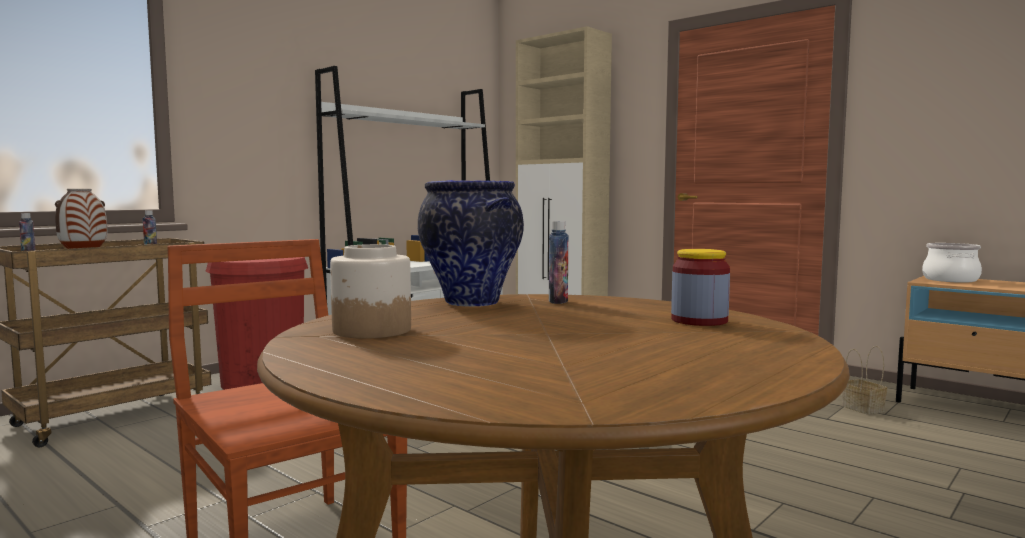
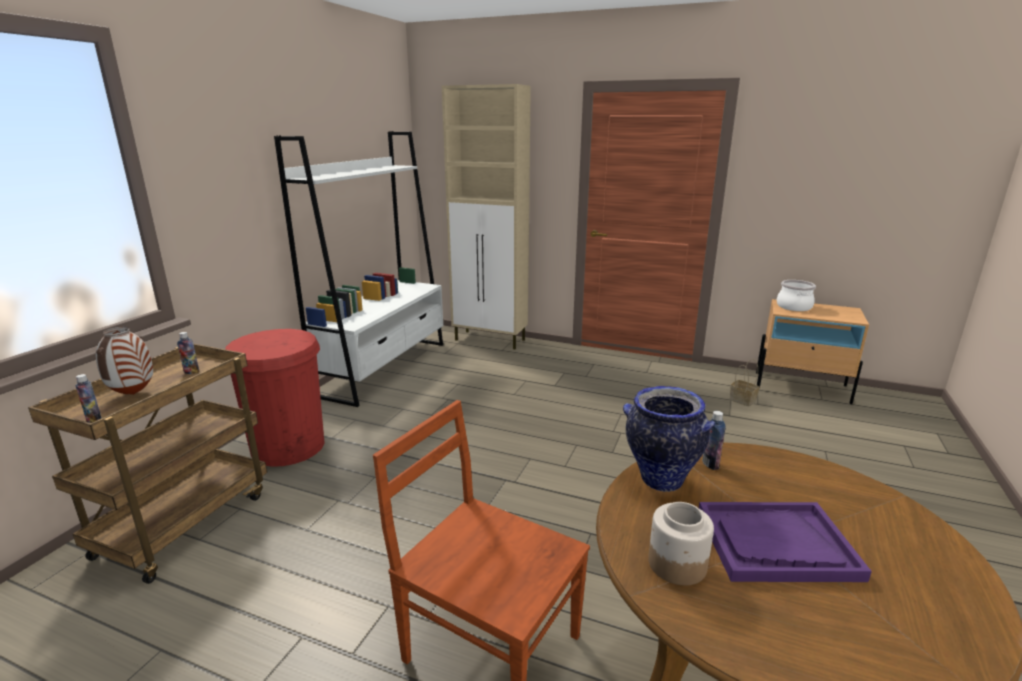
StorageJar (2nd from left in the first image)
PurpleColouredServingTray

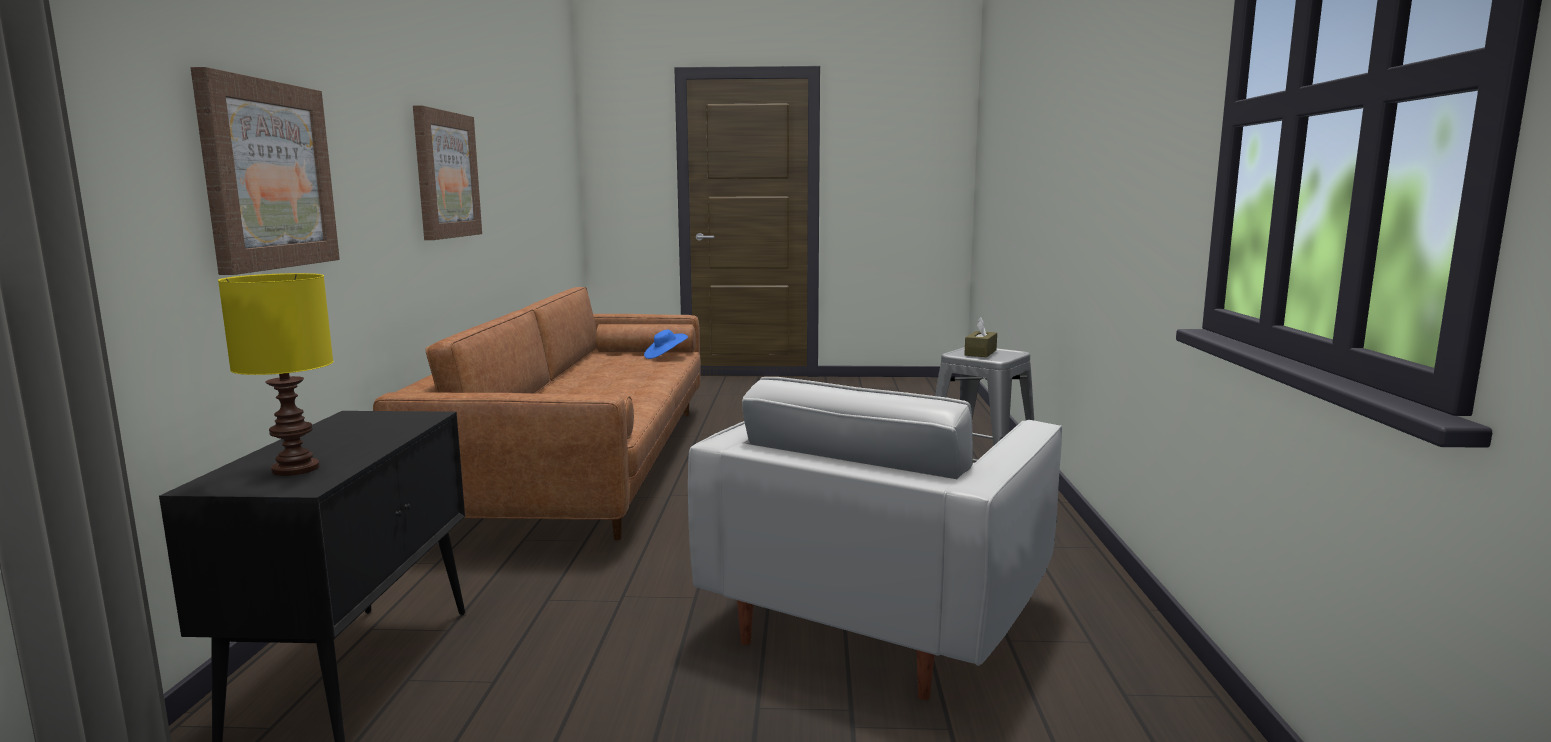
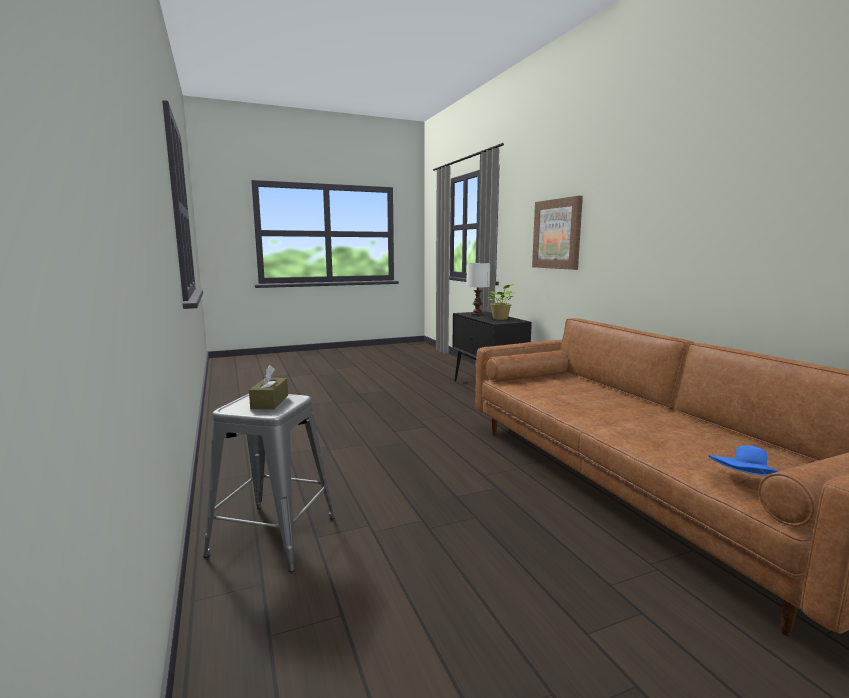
WallArt (2nd from left in the first image)
WhitishLampForATable
WhitishArmchair
PottedPlant

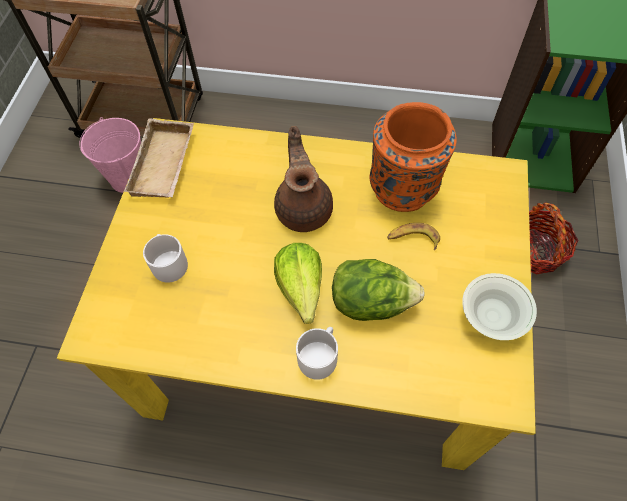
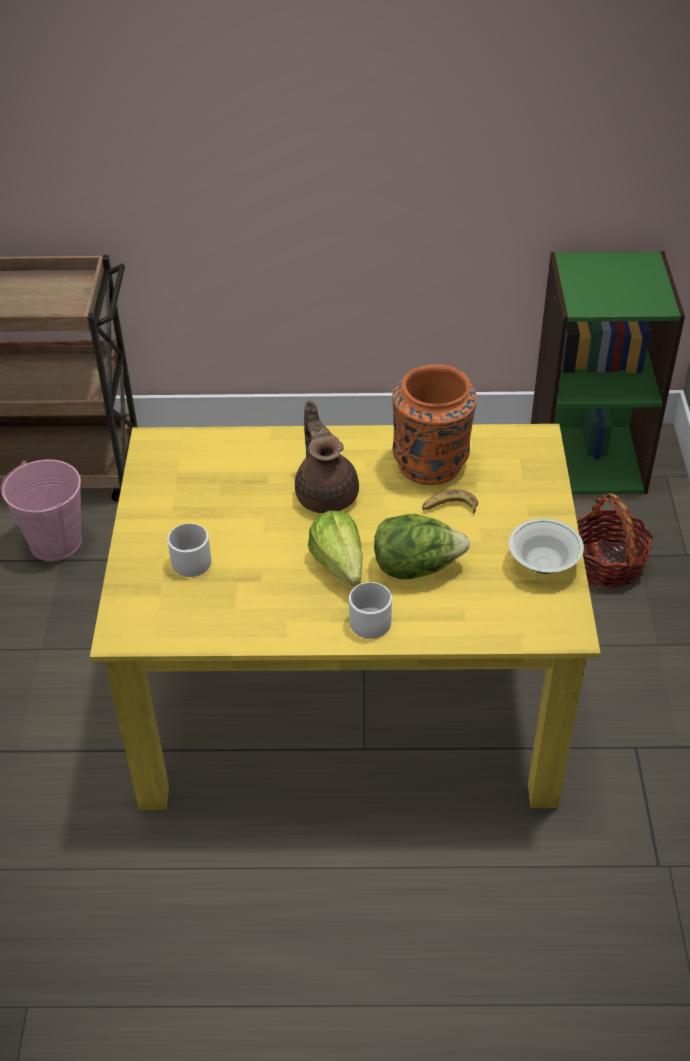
BeigeServingTray

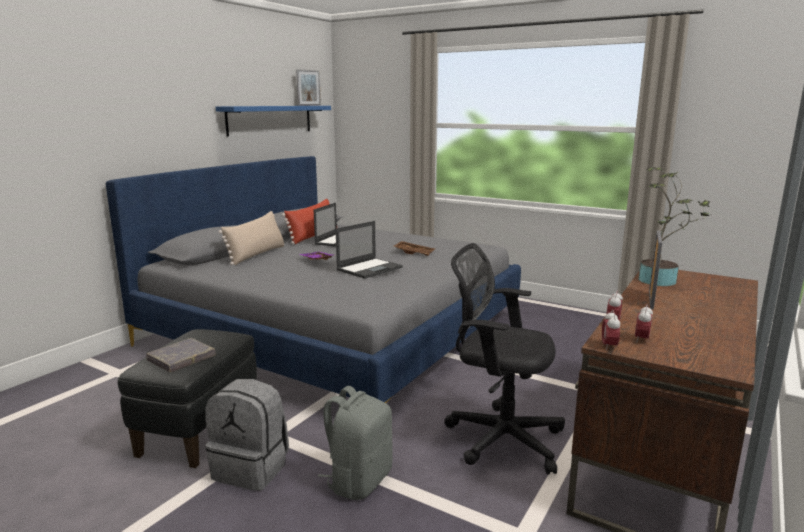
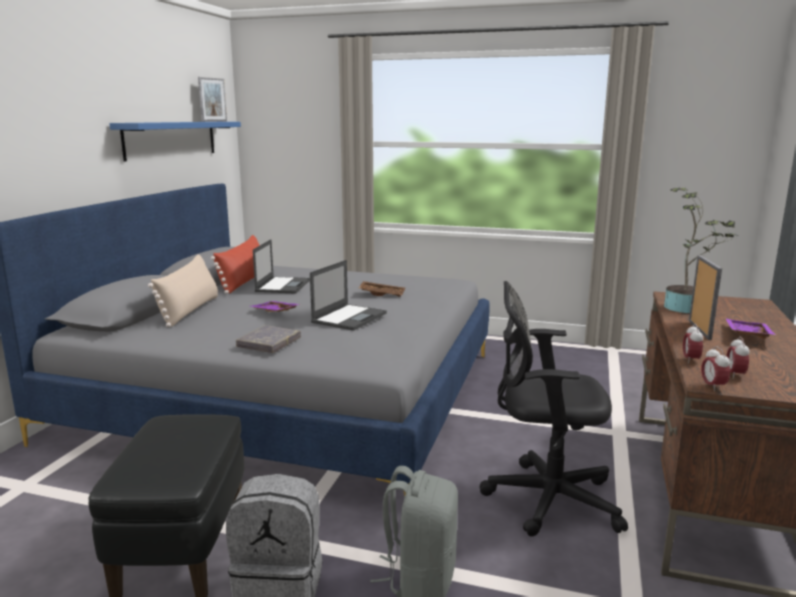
GreyishVolume
PurpleColouredServingTray (2nd from left)

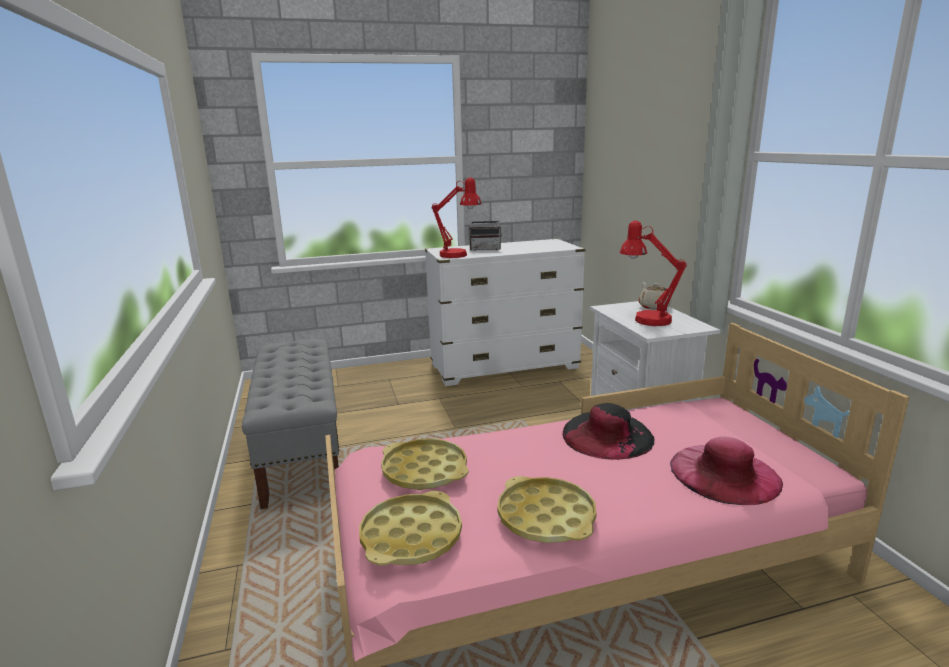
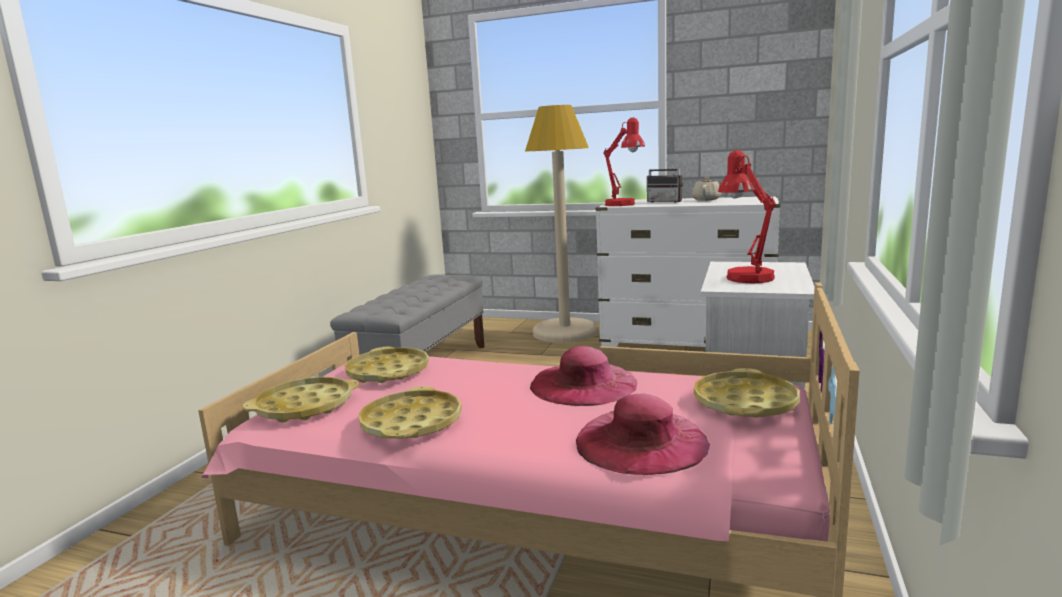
BeigeTeaPot
PinkishHat (1st from left)
BeigeStandardLamp
YellowServingTray (4th from left)

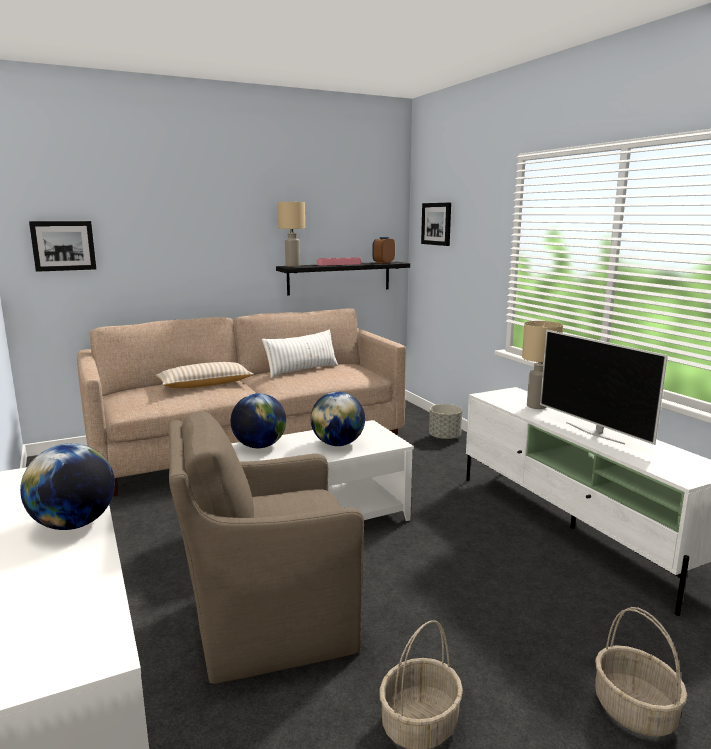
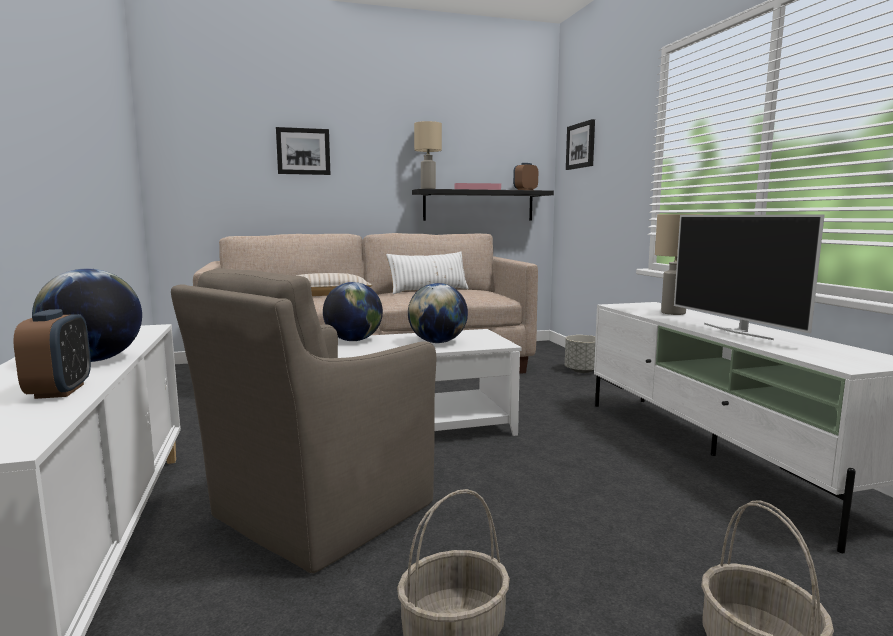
WallArt (1st from left)
BrownColouredArmchair
BedsideClock (1st from left)

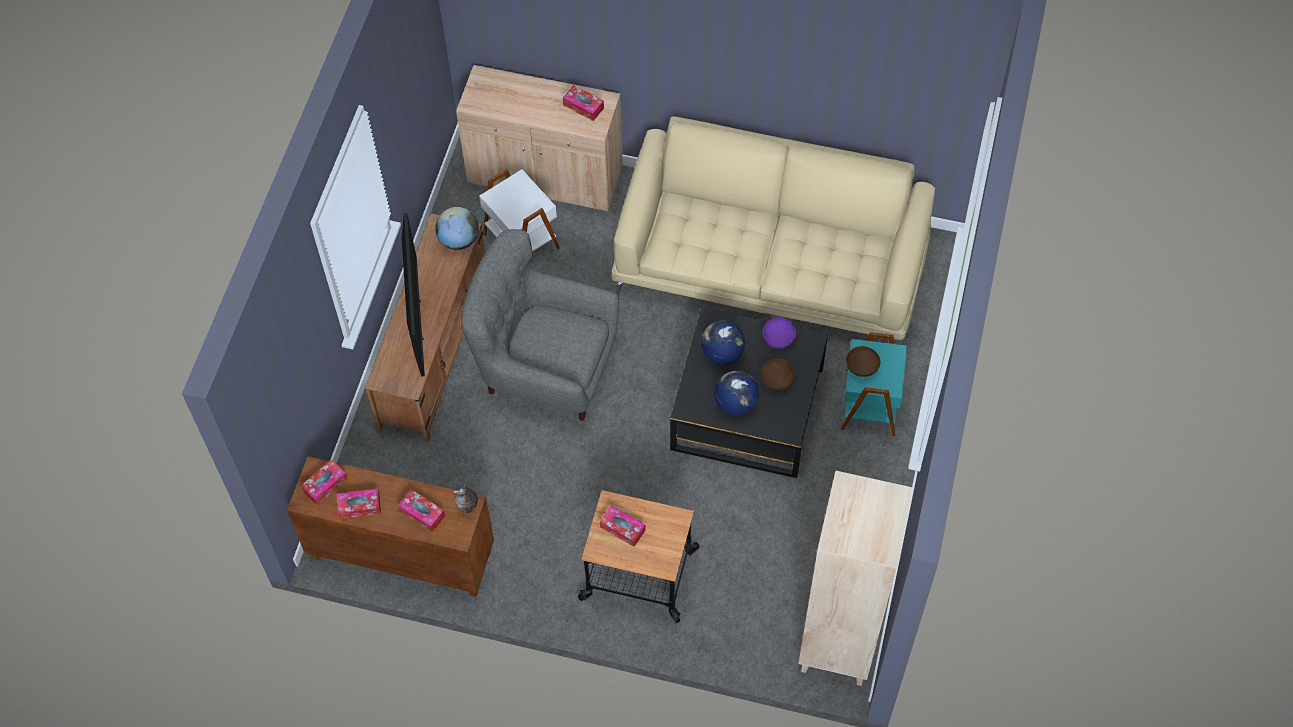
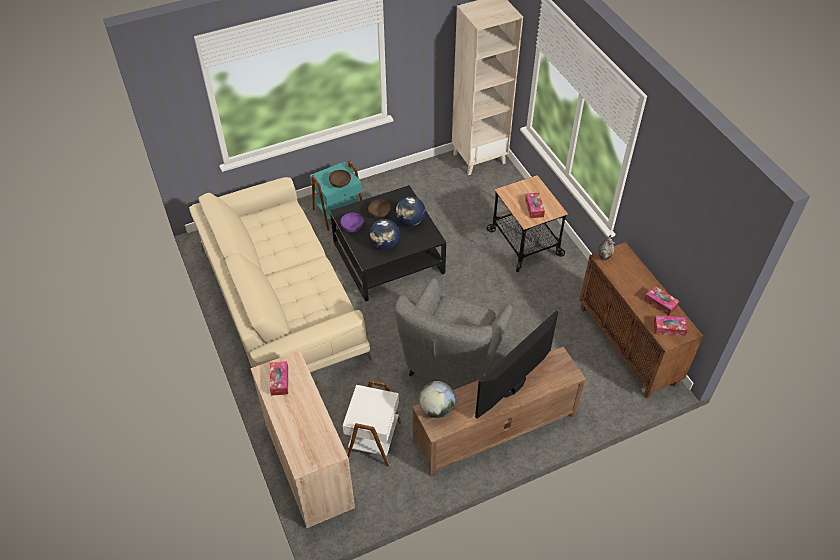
GreyishArmchair
TissueBox (3rd from left in the first image)

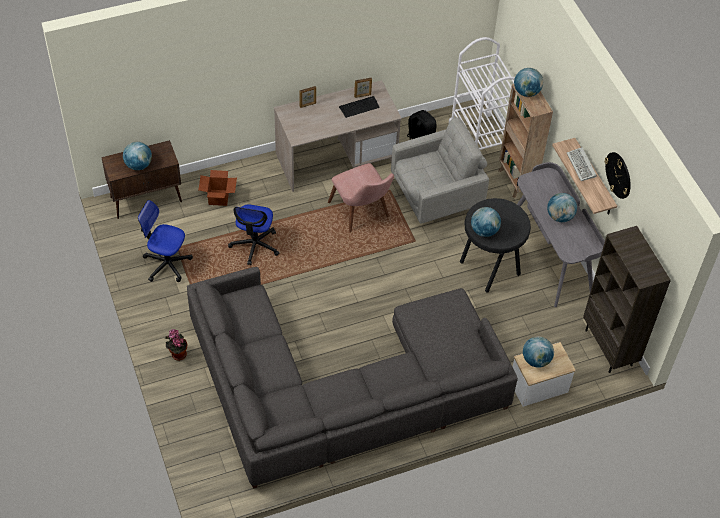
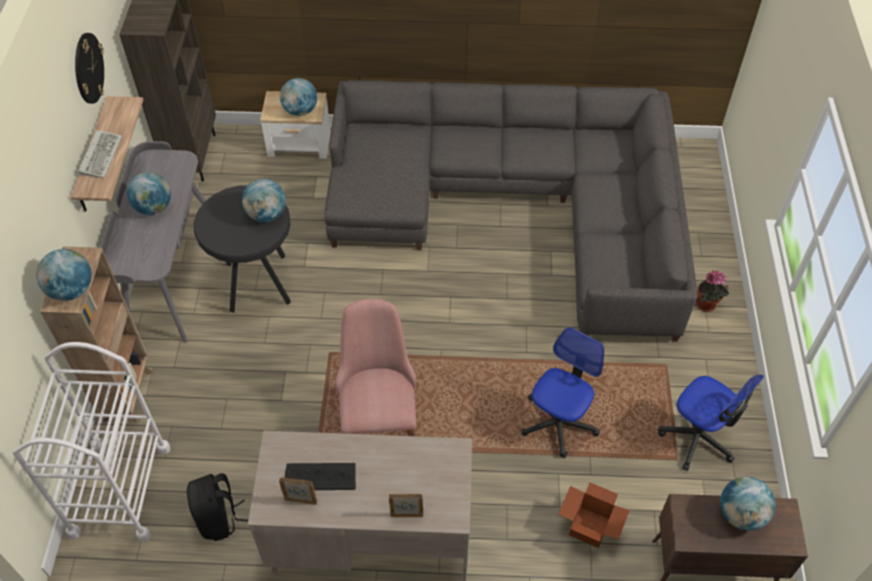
GreyishArmchair

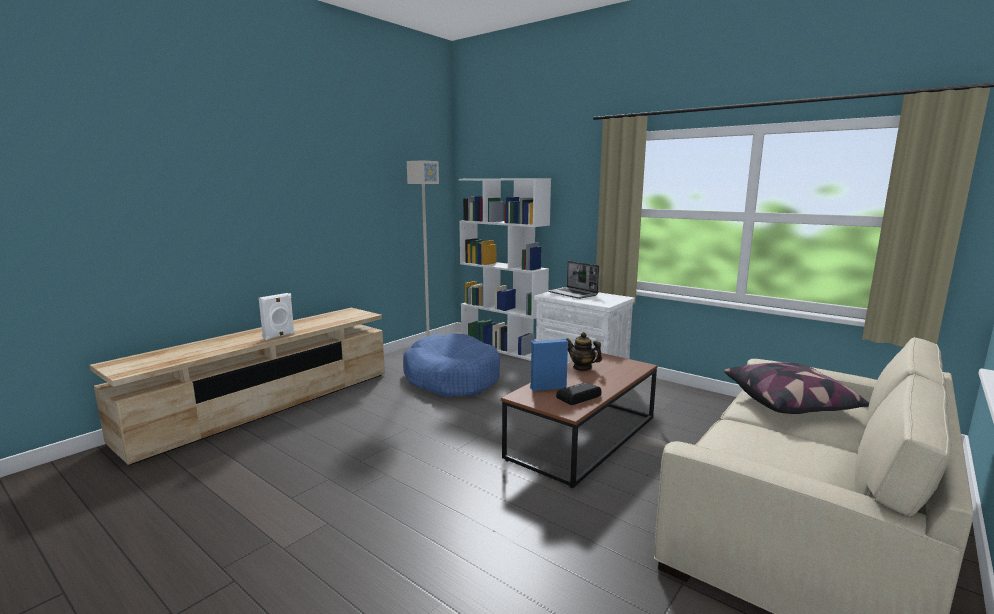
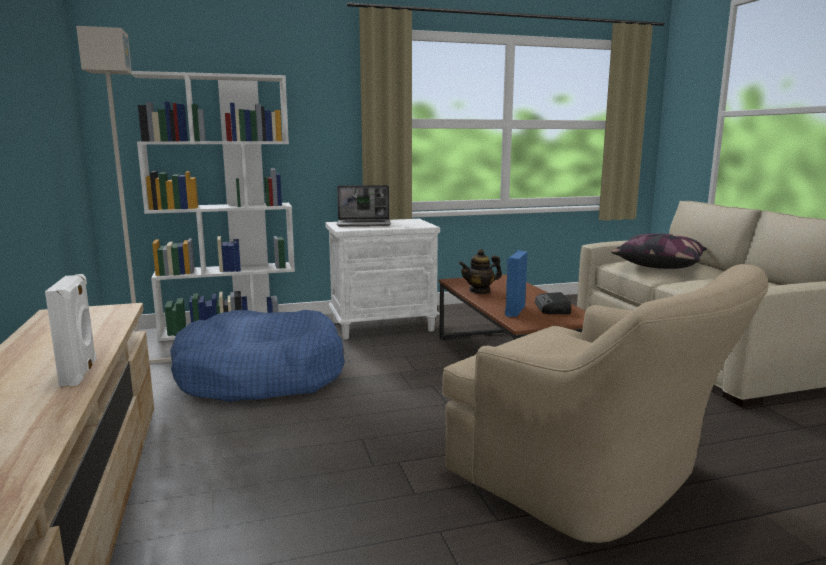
BeigeArmchair

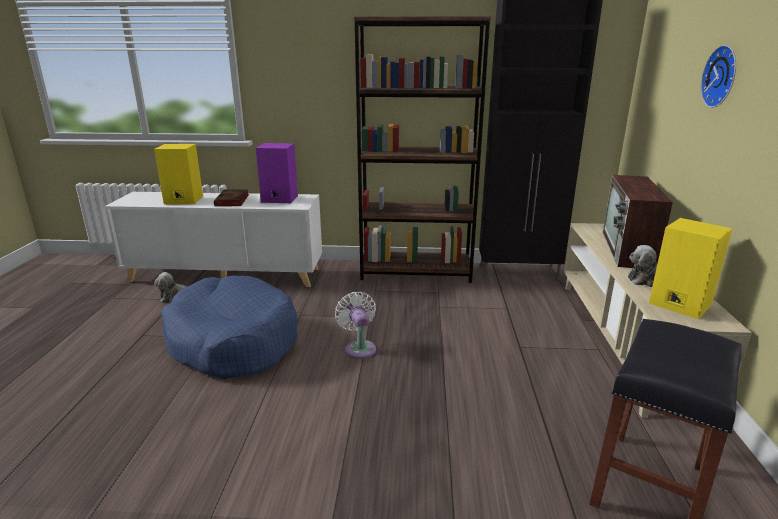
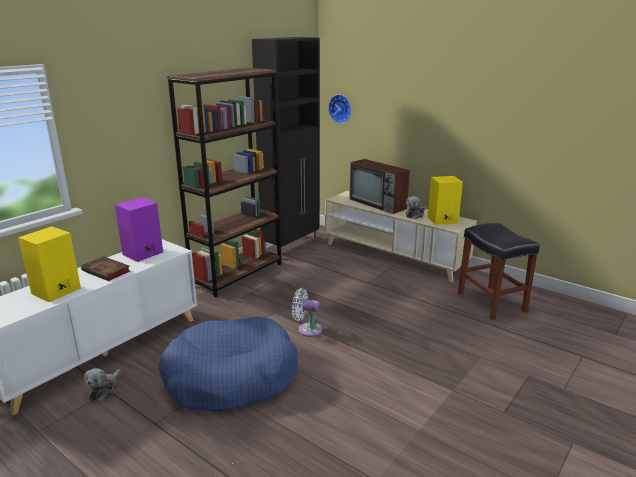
ClockOnTheWall

